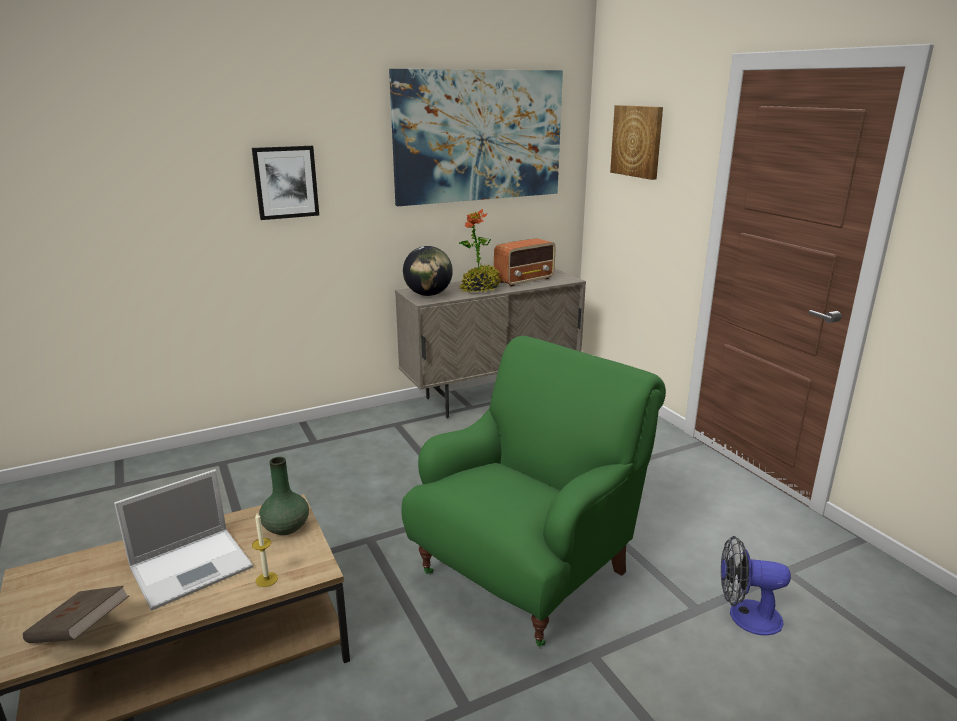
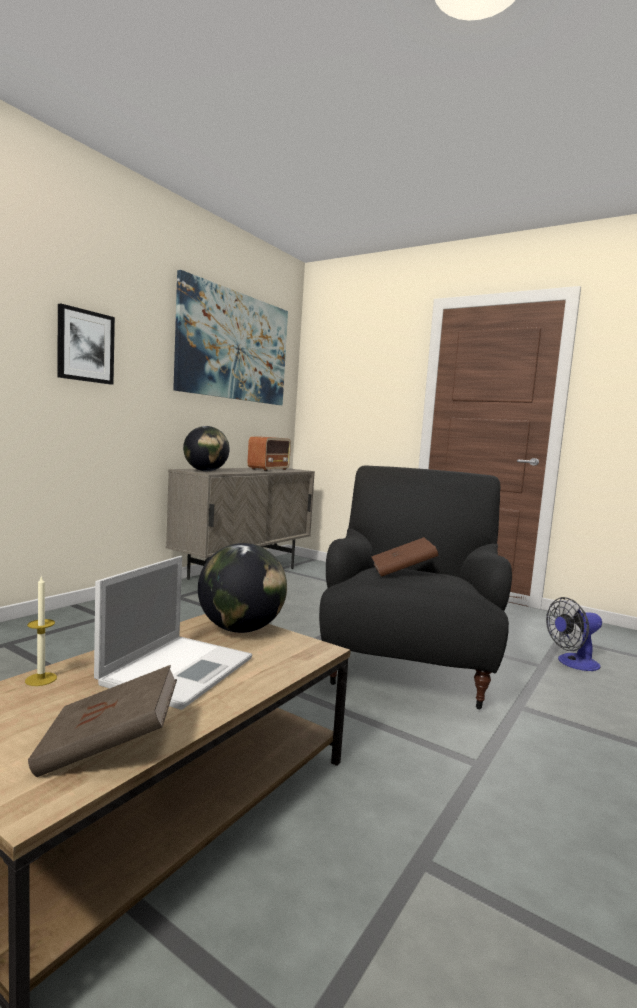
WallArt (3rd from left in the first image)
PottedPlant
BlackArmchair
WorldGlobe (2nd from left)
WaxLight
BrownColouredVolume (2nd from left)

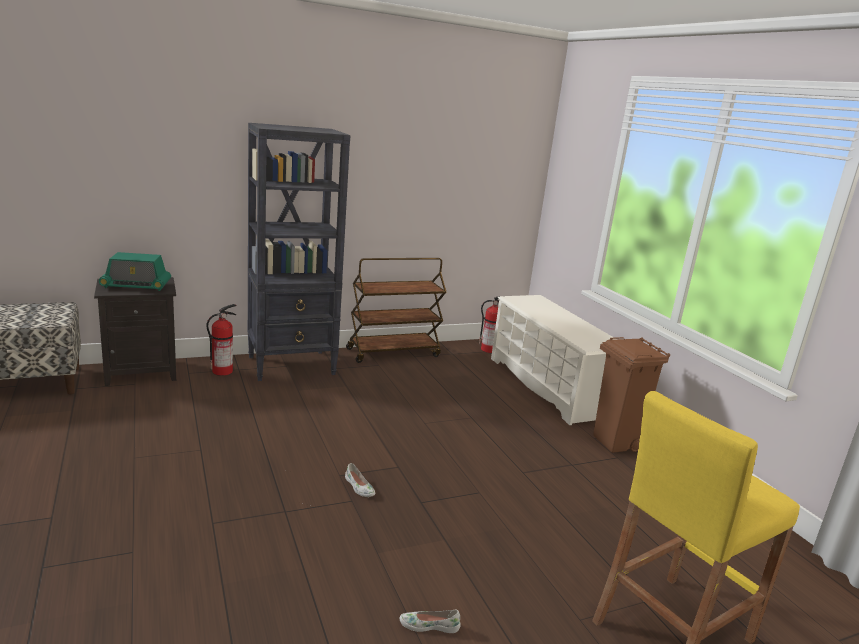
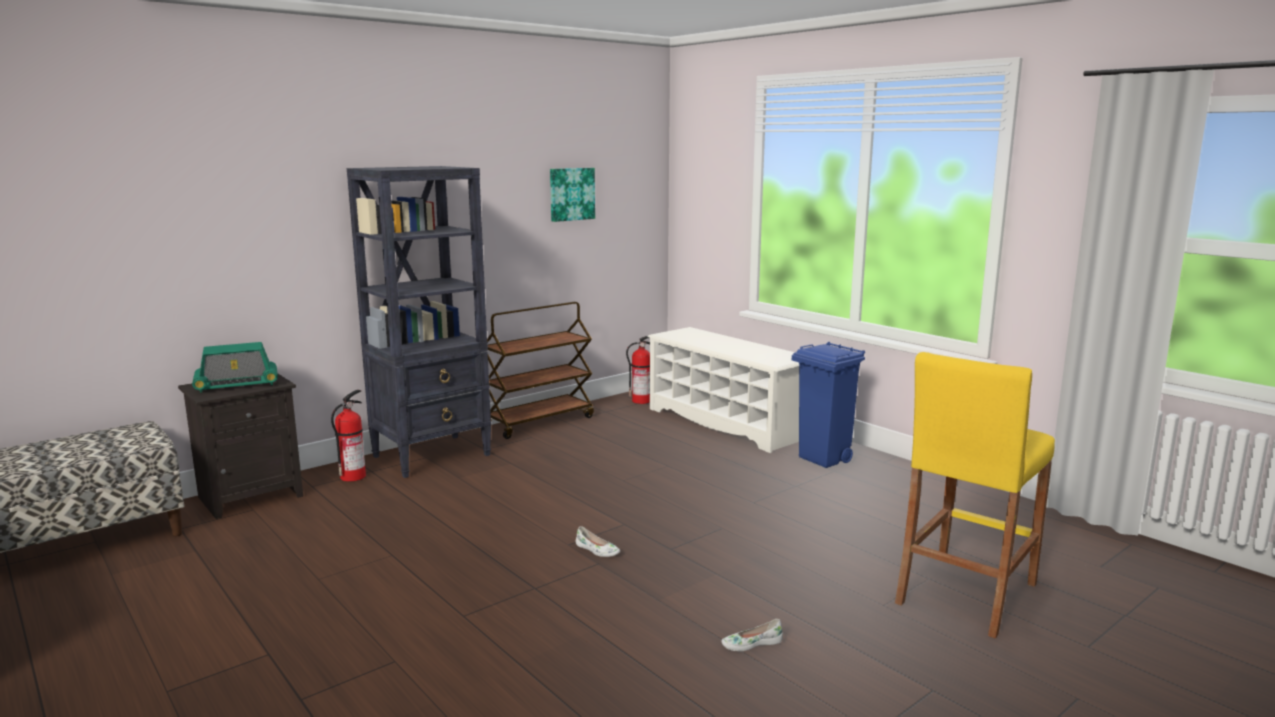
BluishRubbishBin
WallArt

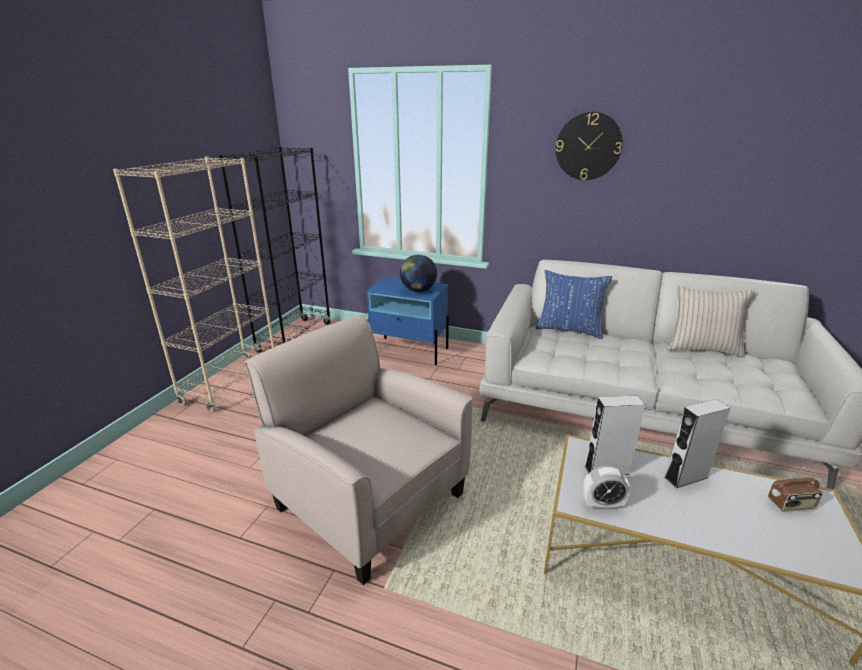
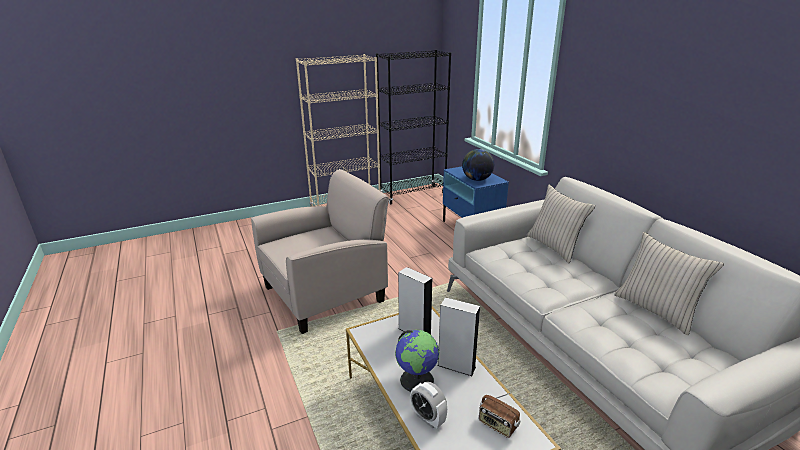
ClockOnTheWall
BeigeThrowPillow (1st from left)
BeigeArmchair
BedsideClock
WorldGlobe (1st from left)

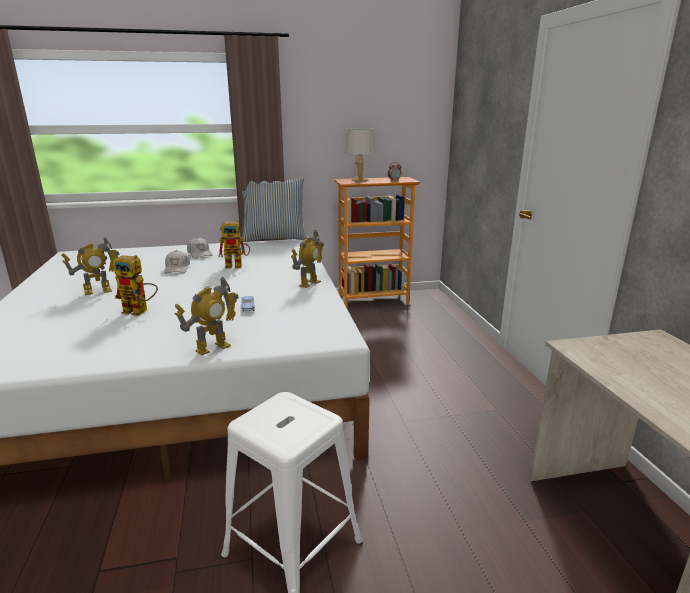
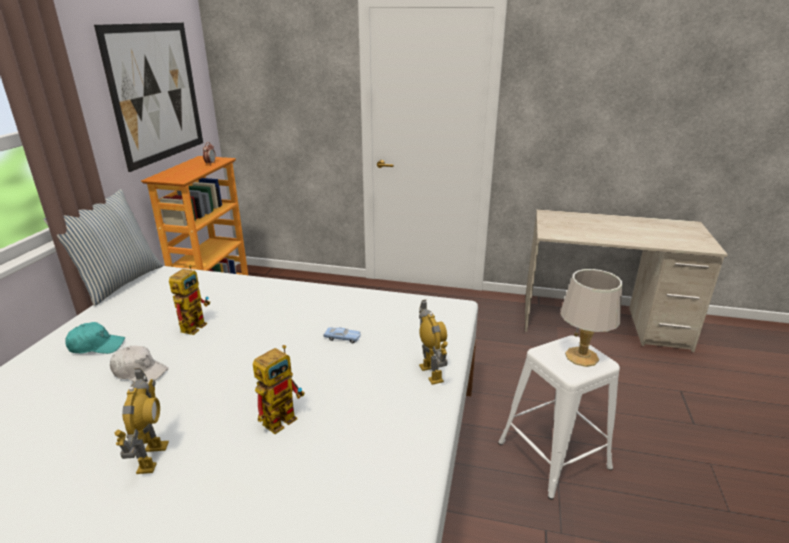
GreyishLampForATable
ModelRobot (5th from left in the first image)
TurquoiseCap
WallArt

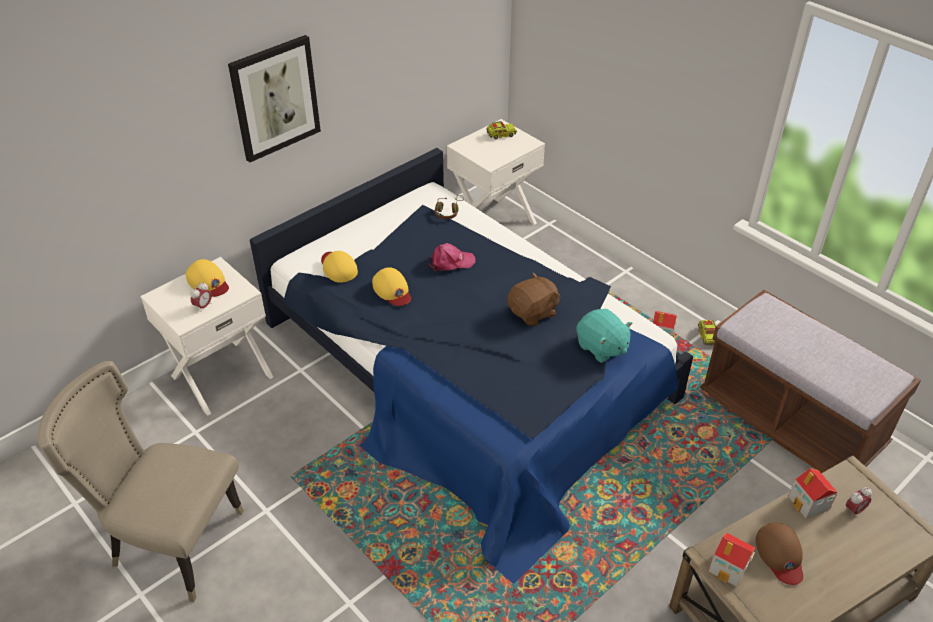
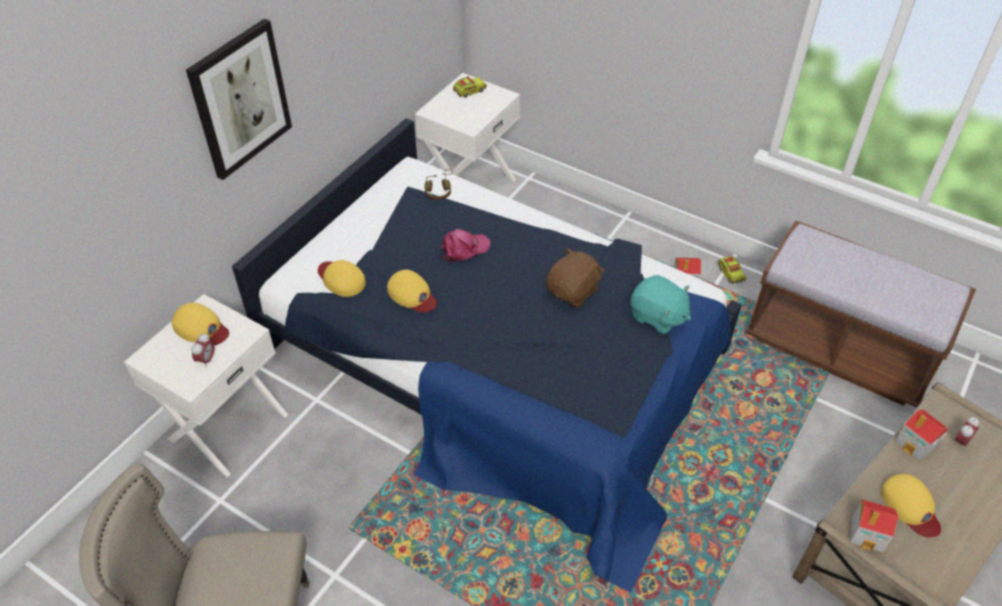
YellowCap (4th from left)

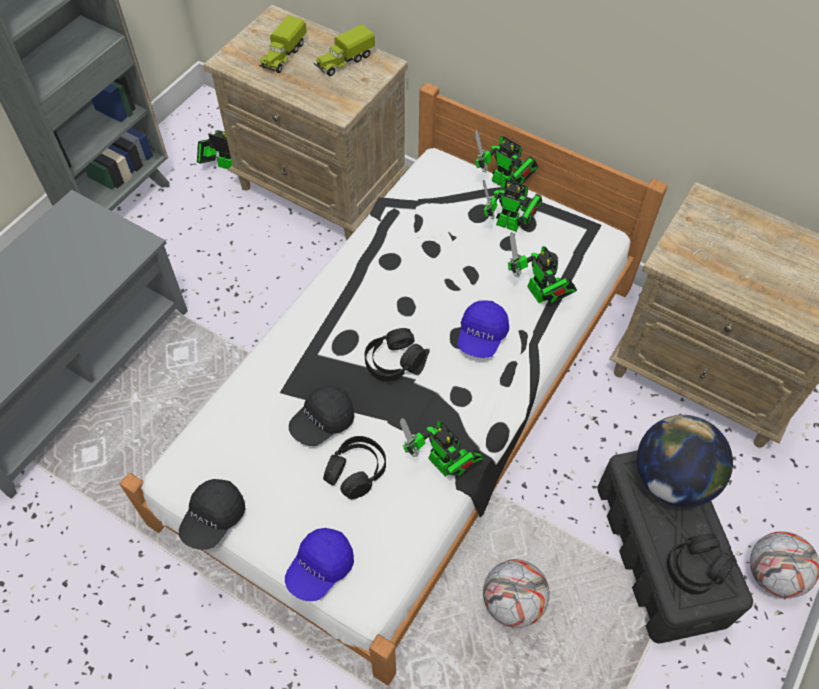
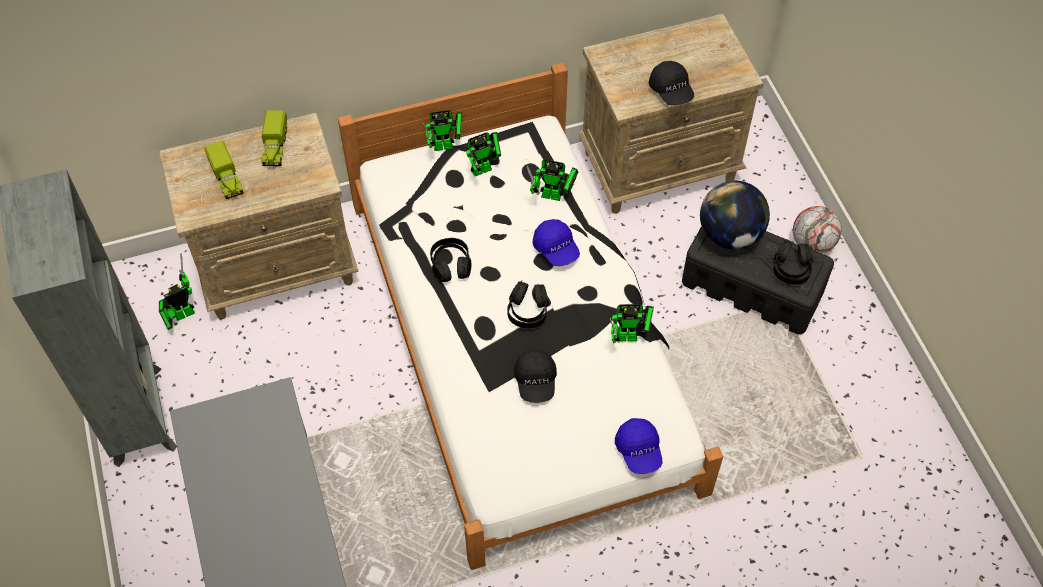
BlackHeadset (1st from left)
BlackCap (2nd from left)
Football (1st from left in the first image)

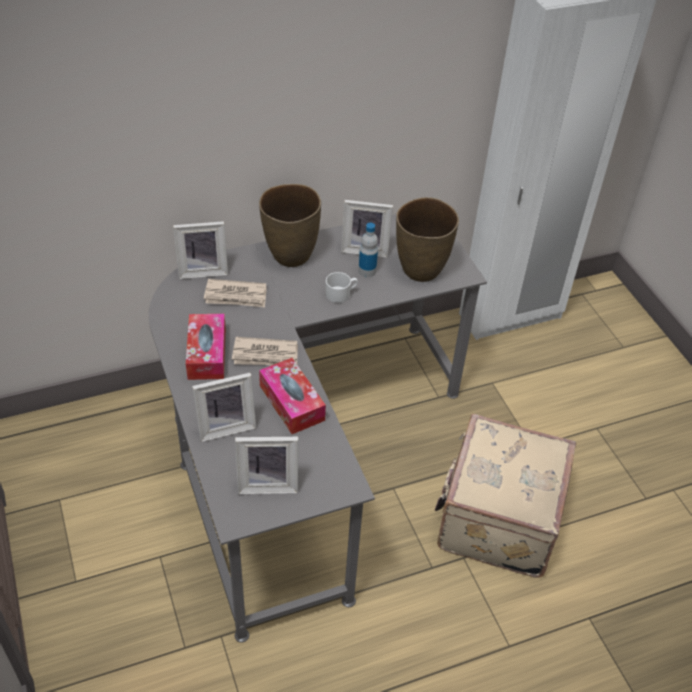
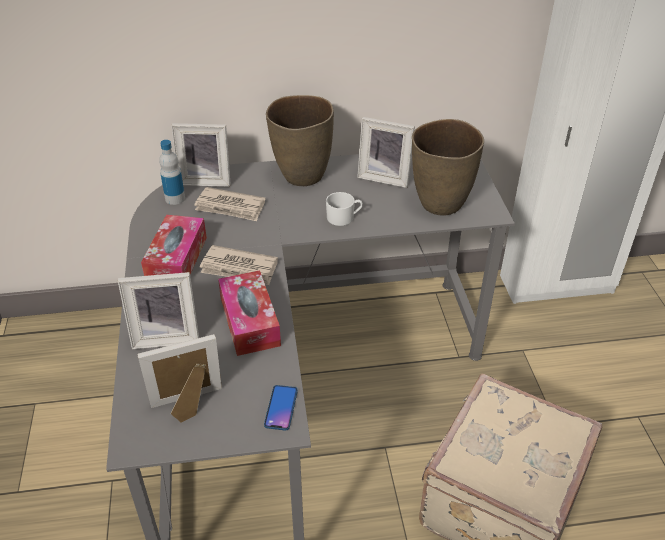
BeverageBottle
PictureFrame (2nd from left)
Phone

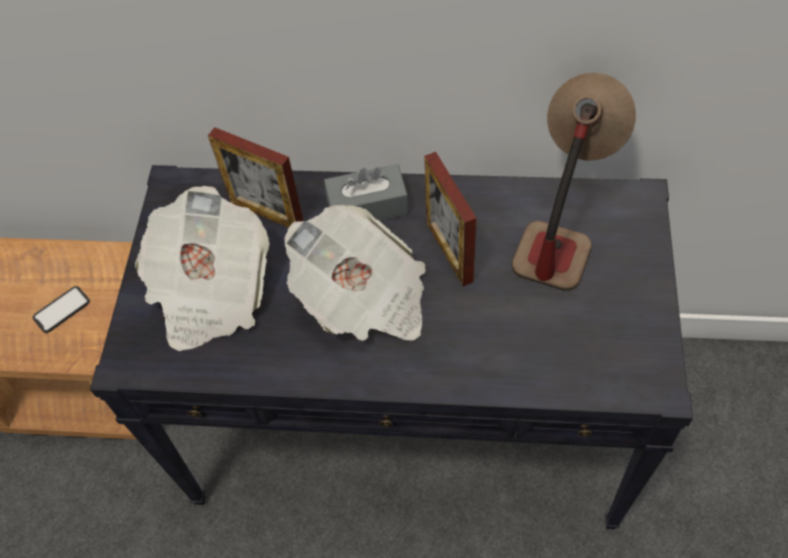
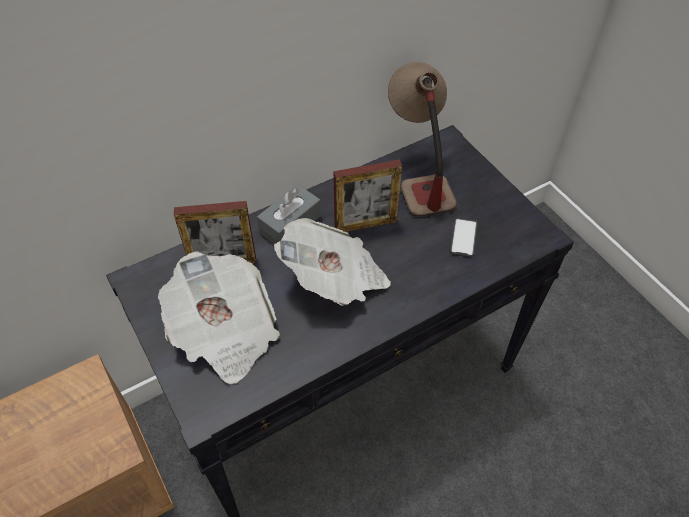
PictureFrame (2nd from left)
Phone

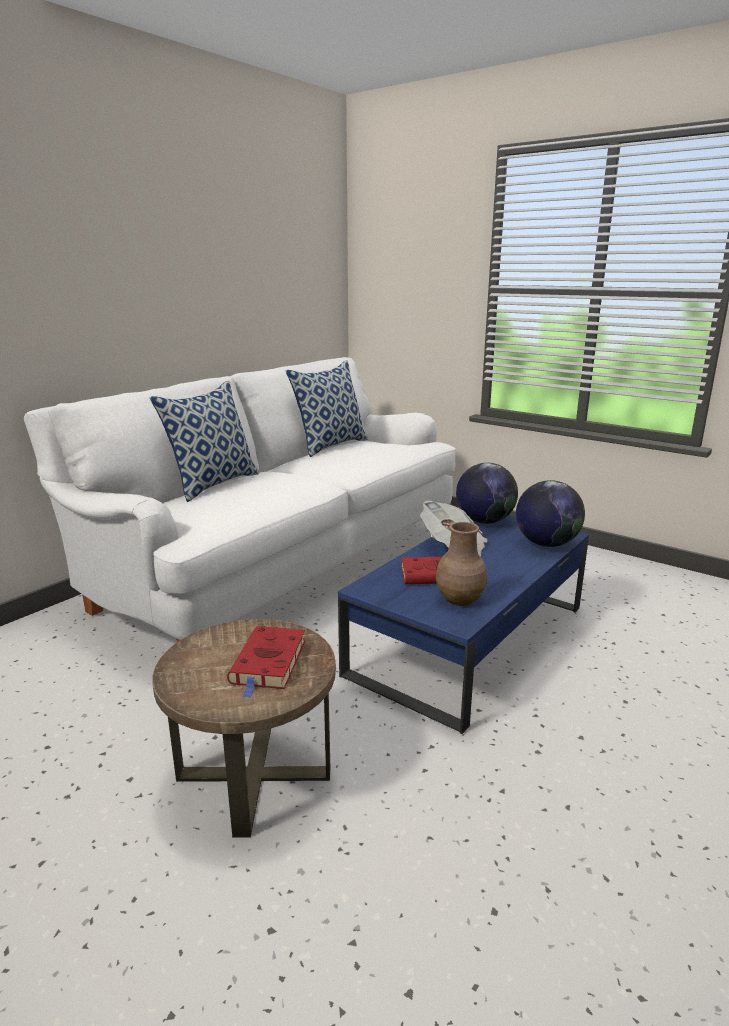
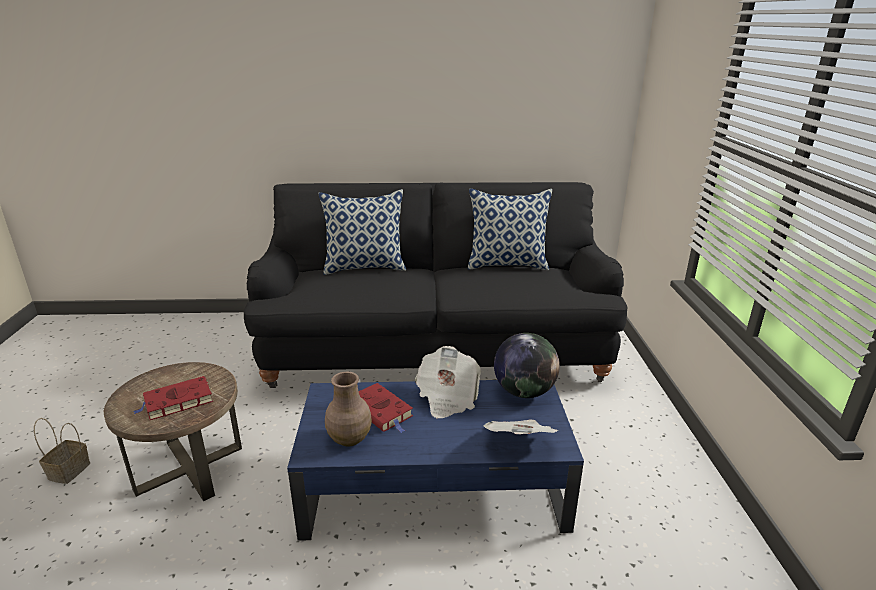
BlackSofa
DailyPaper (2nd from left)
StorageBasket

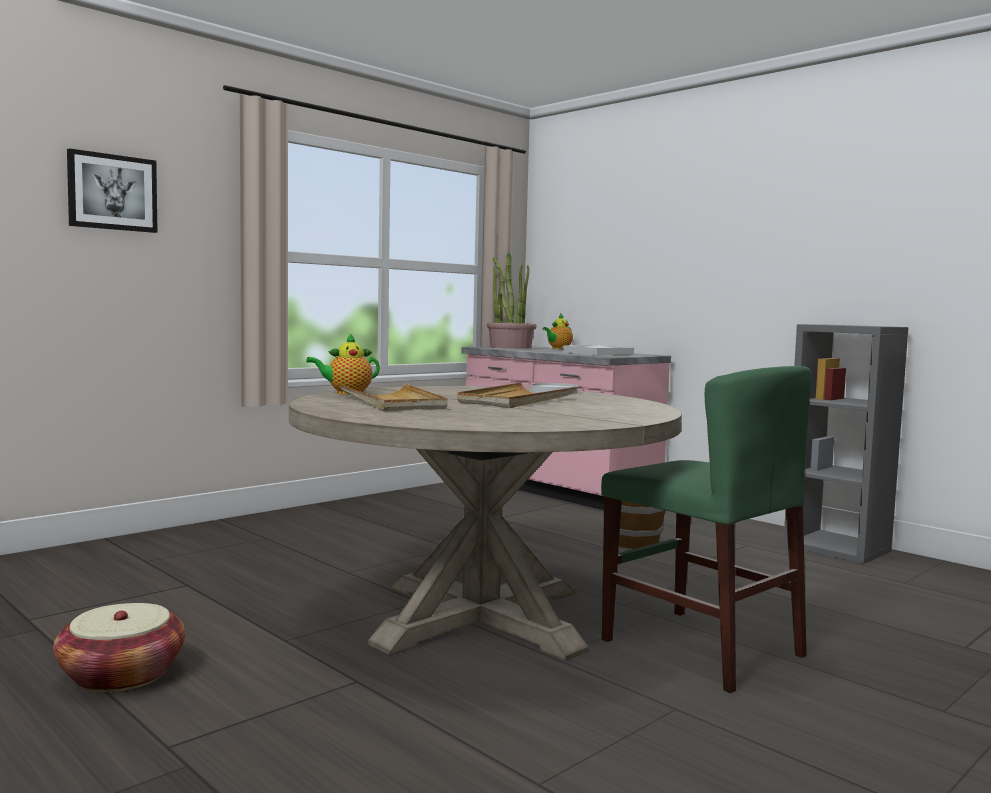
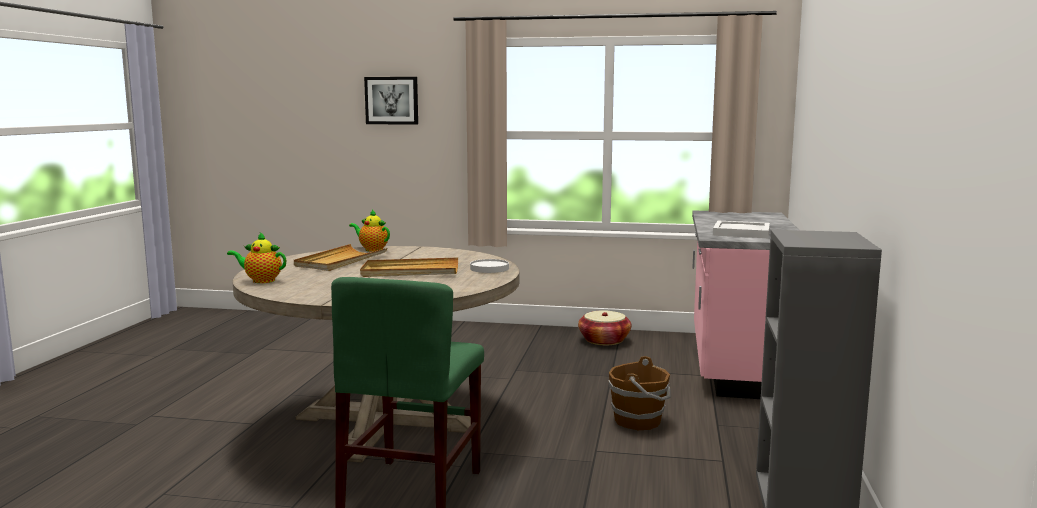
PottedPlant
TeaPot (1st from left)
StorageBasket

